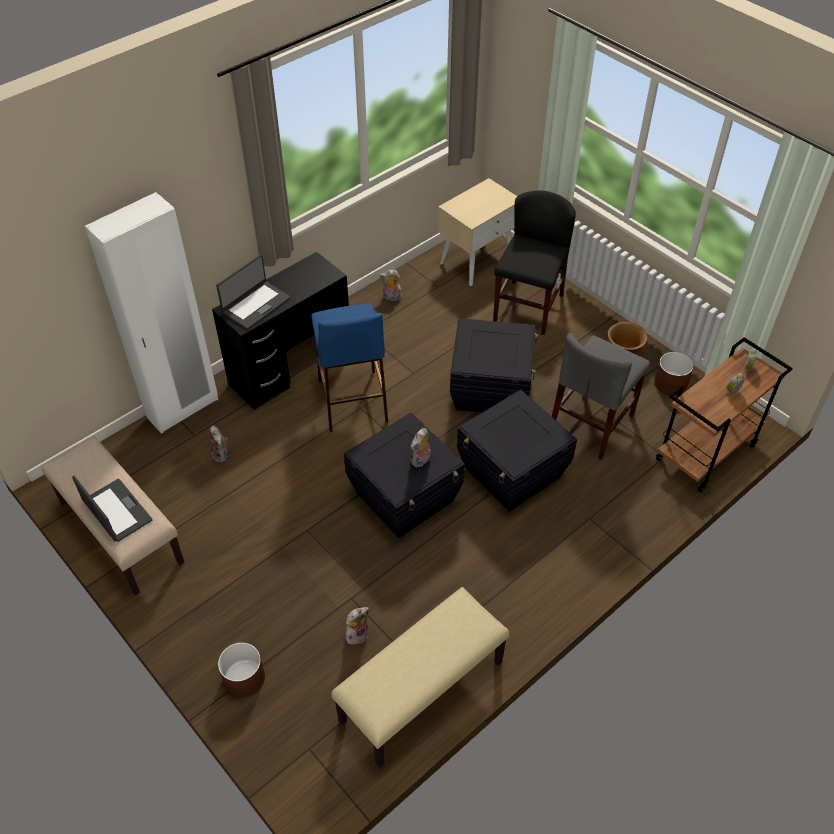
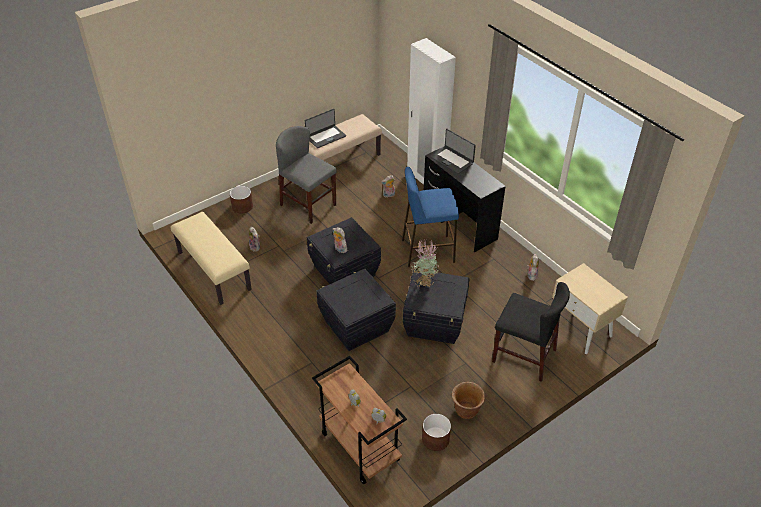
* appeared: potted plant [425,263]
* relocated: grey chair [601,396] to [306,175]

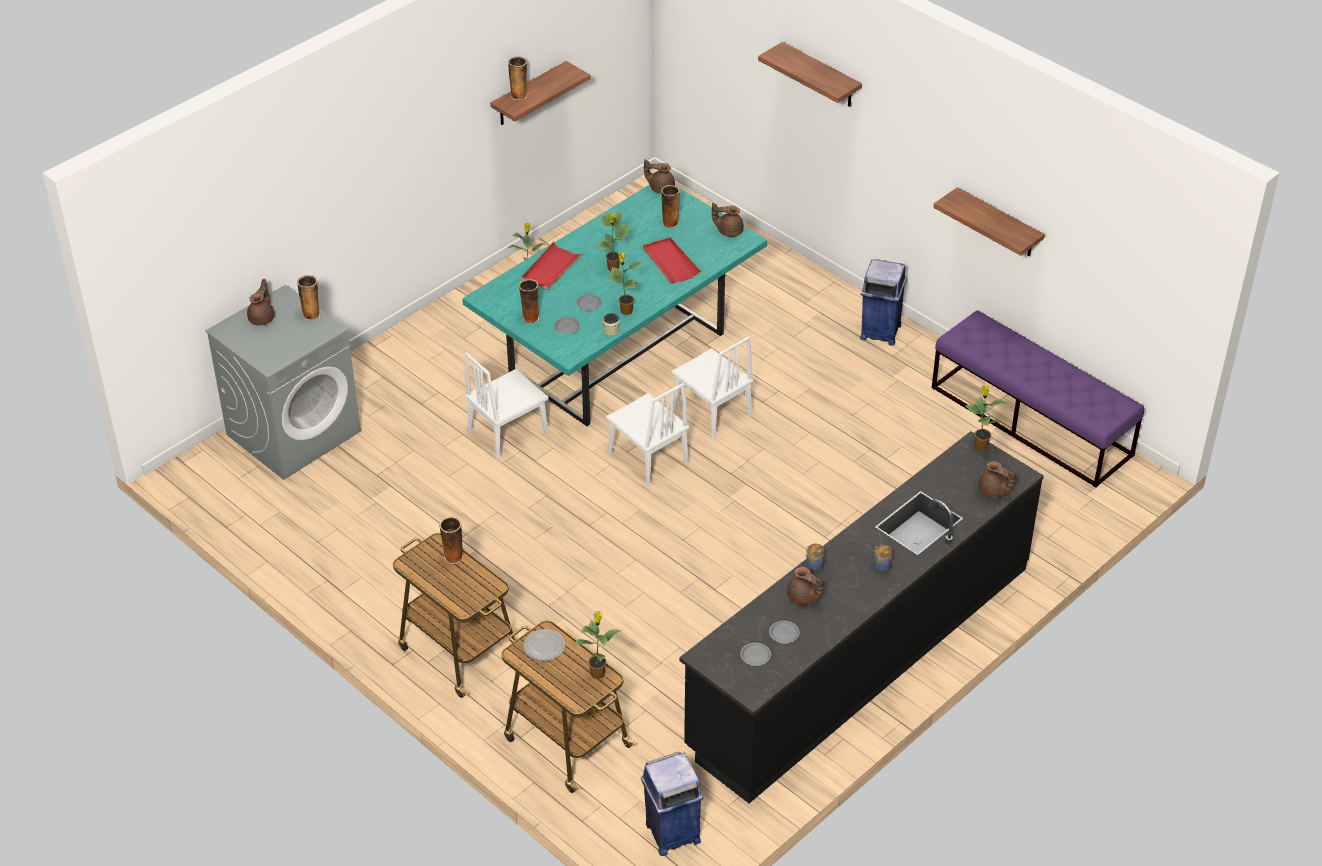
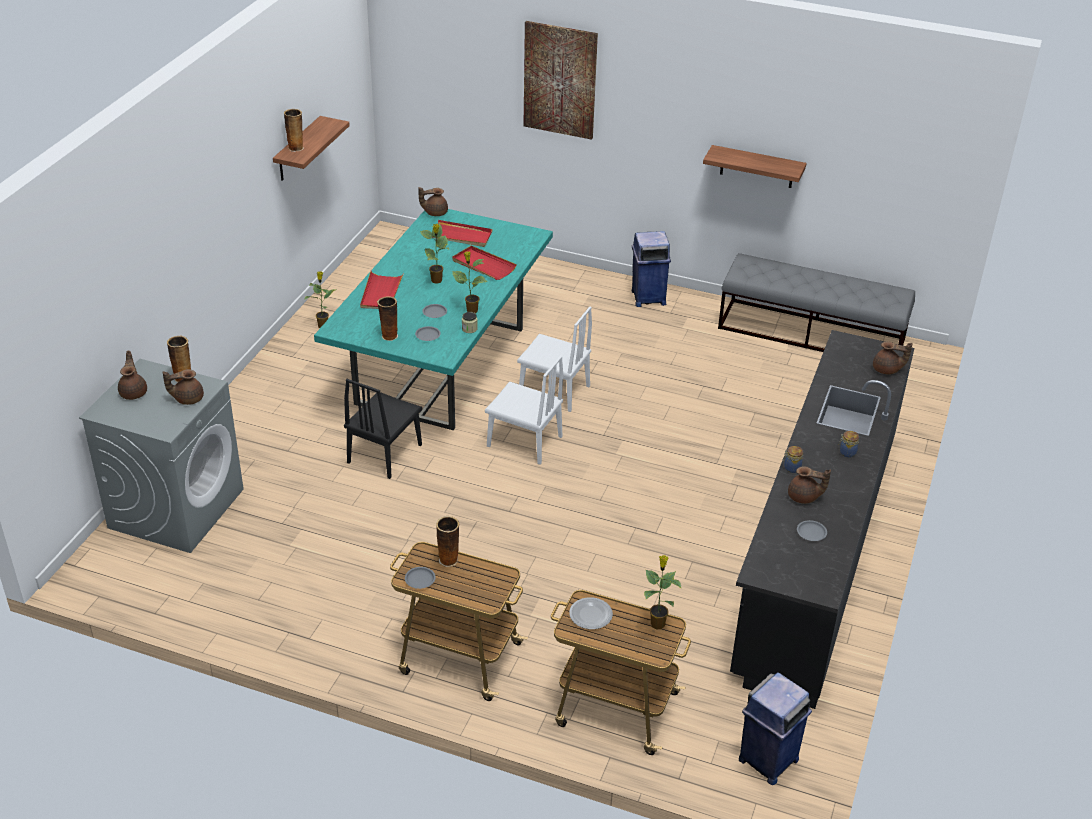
* missing: potted plant [986,418]
* relocated: brown teapot [728,220] to [183,387]
* relocated: grey plate [755,654] to [420,578]
* exchanged: vase [670,206] to red tray [462,233]
* exchanged: shelf [810,74] to picture [560,80]
* colour: white chair [507,406] to black chair [383,429]
* colour: purple bench [1038,399] to grey bench [816,302]

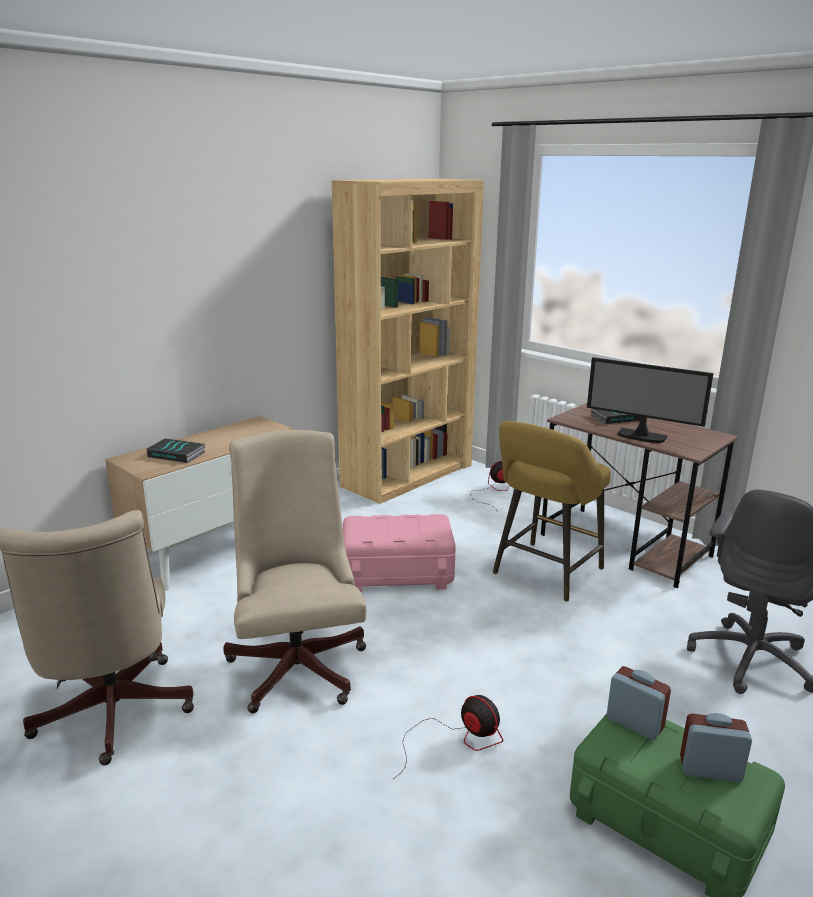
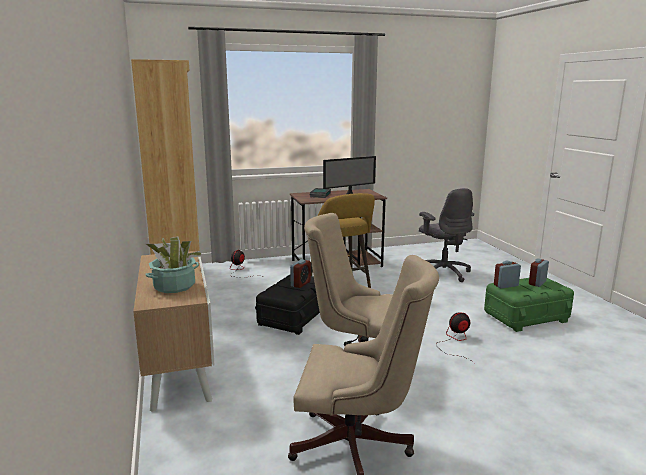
* appeared: alarm clock [300,273]
* exchanged: book [175,450] to potted plant [173,265]
* colour: pink storage box [399,553] to black storage box [287,305]

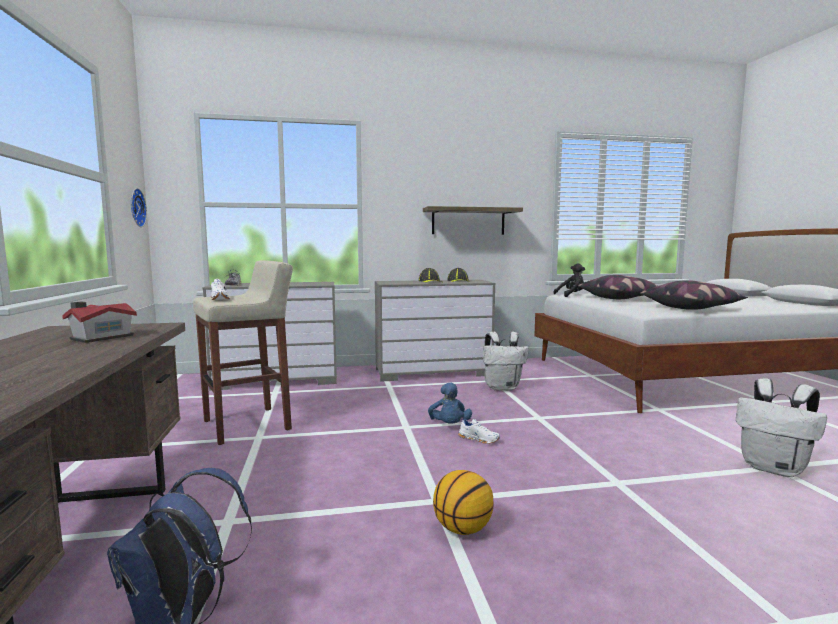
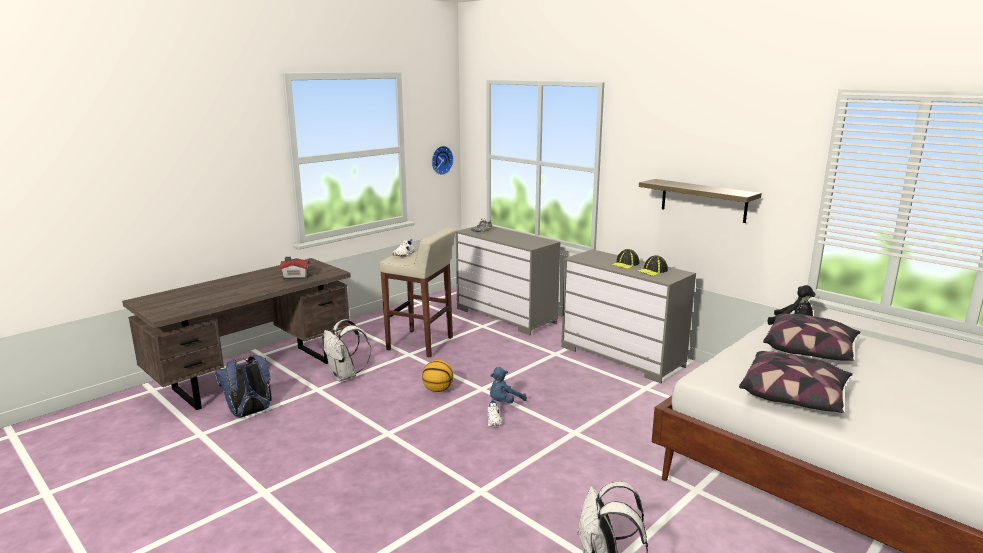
* relocated: basketball [463,502] to [438,376]
* relocated: white backpack [506,361] to [347,350]

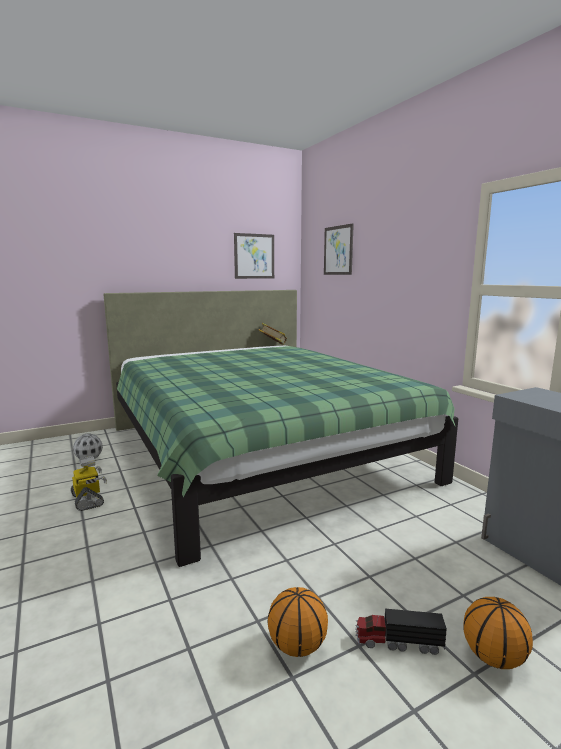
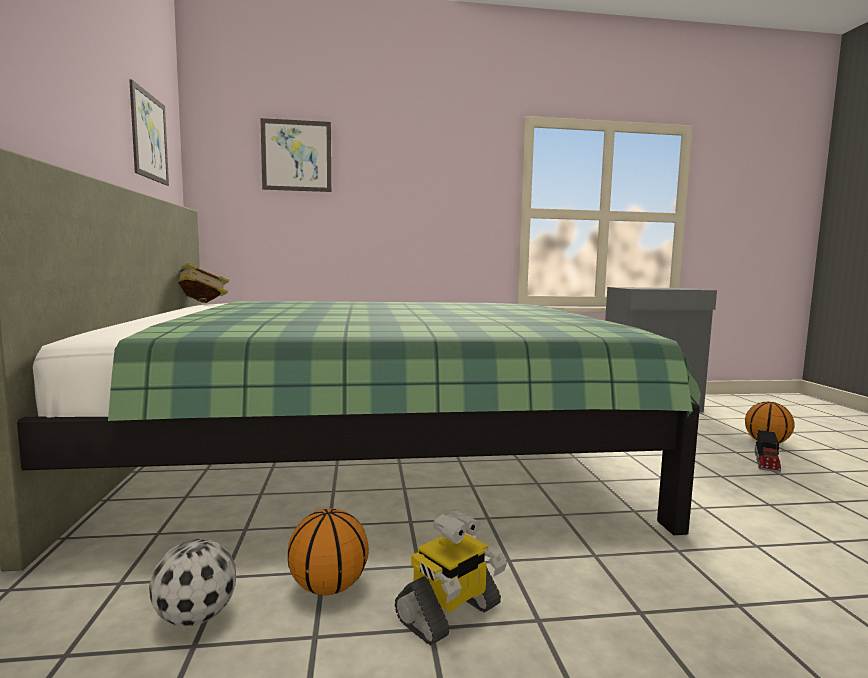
* relocated: basketball [298,622] to [328,552]
* spun: toy robot [89,483] = [451,578] 150 degrees clockwise

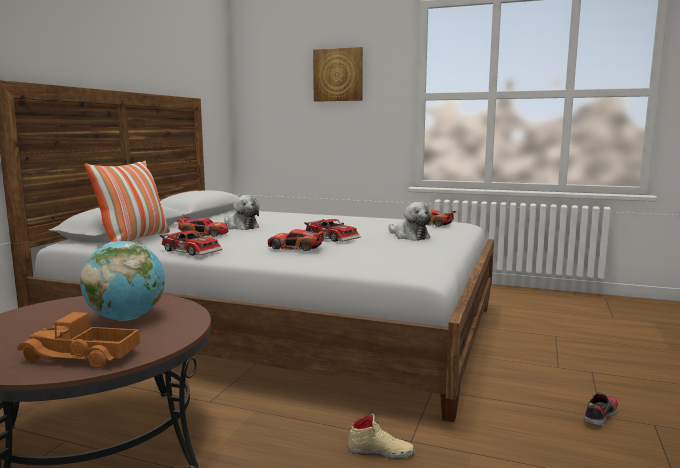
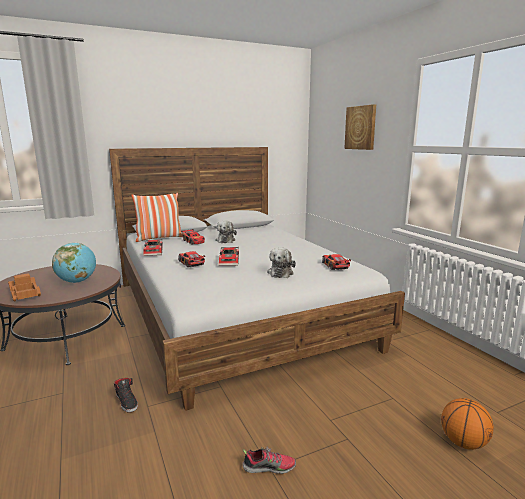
* appeared: basketball [467,424]
* colour: beige shoe [381,436] to black shoe [126,395]

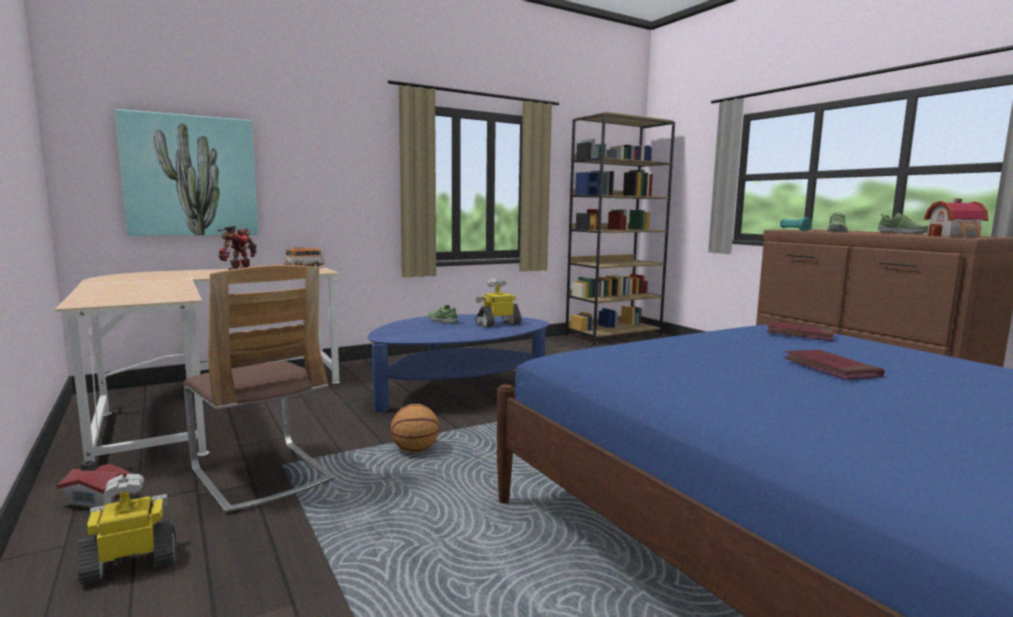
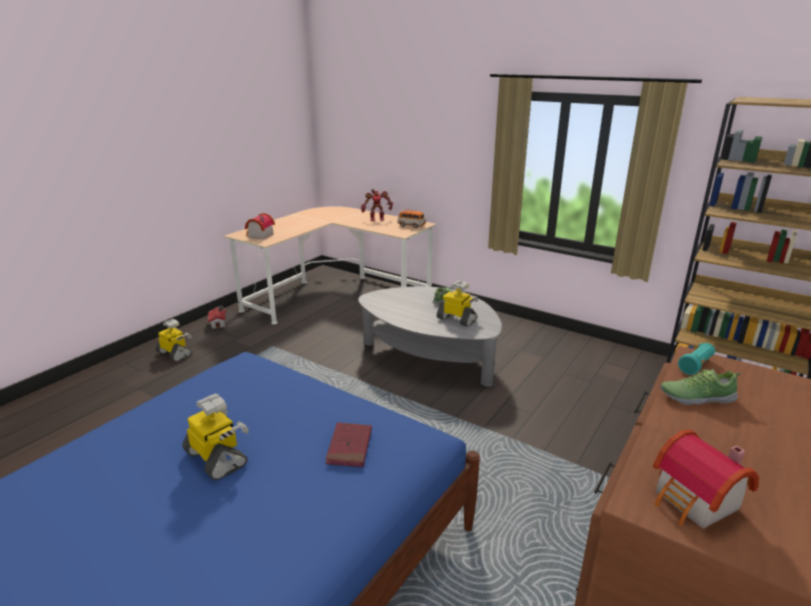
* missing: picture [186,172]
* missing: chair [259,389]
* missing: basketball [415,428]
* missing: shoe [902,223]
* appeared: toy house [260,226]
* exchanged: red book [834,364] to toy robot [215,437]
* colour: blue coffee table [459,363] to grey coffee table [430,336]

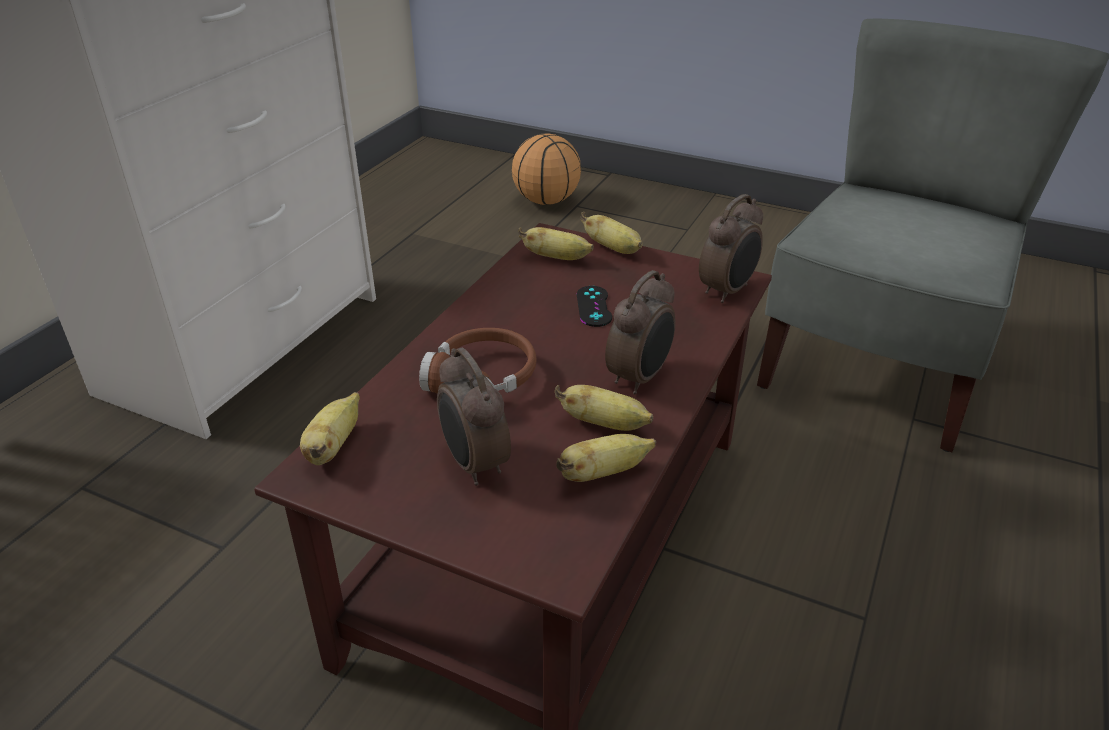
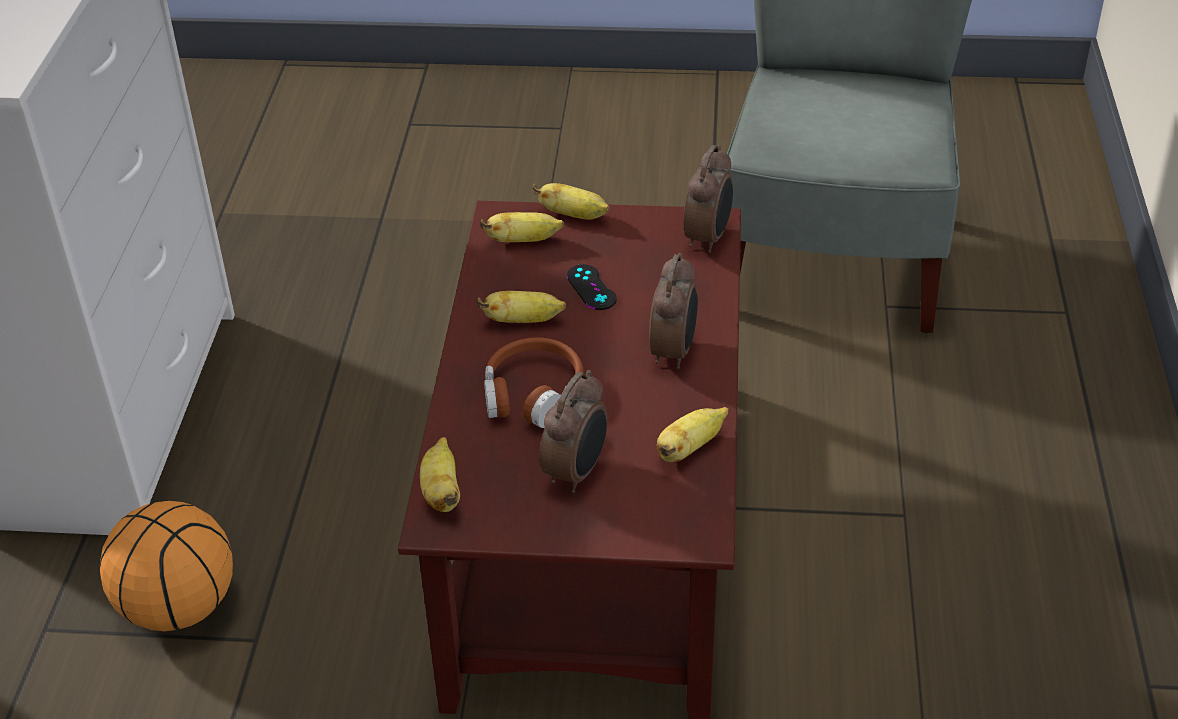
* relocated: basketball [546,169] to [166,566]
* relocated: banana [604,408] to [521,307]
* spun: alarm clock [474,416] = [573,432] 105 degrees counterclockwise

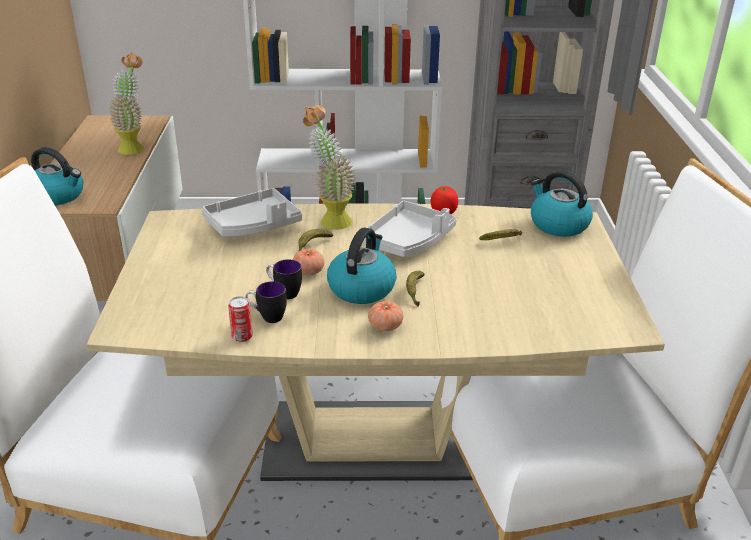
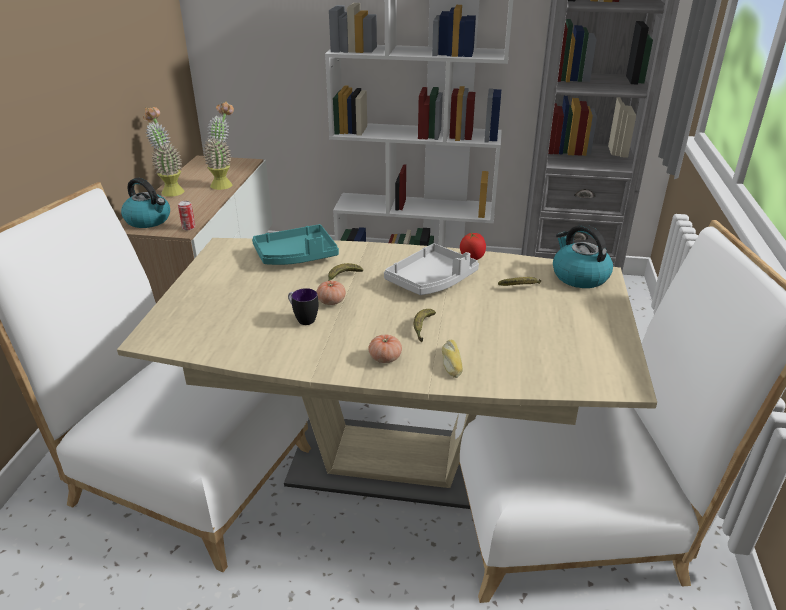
* missing: mug [266,302]
* missing: kettle [361,266]
* appeared: bread [452,359]
* relocated: can [240,319] to [186,215]
* relocated: potted plant [329,167] to [163,152]
* colour: grey tray [252,212] to turquoise tray [295,244]

